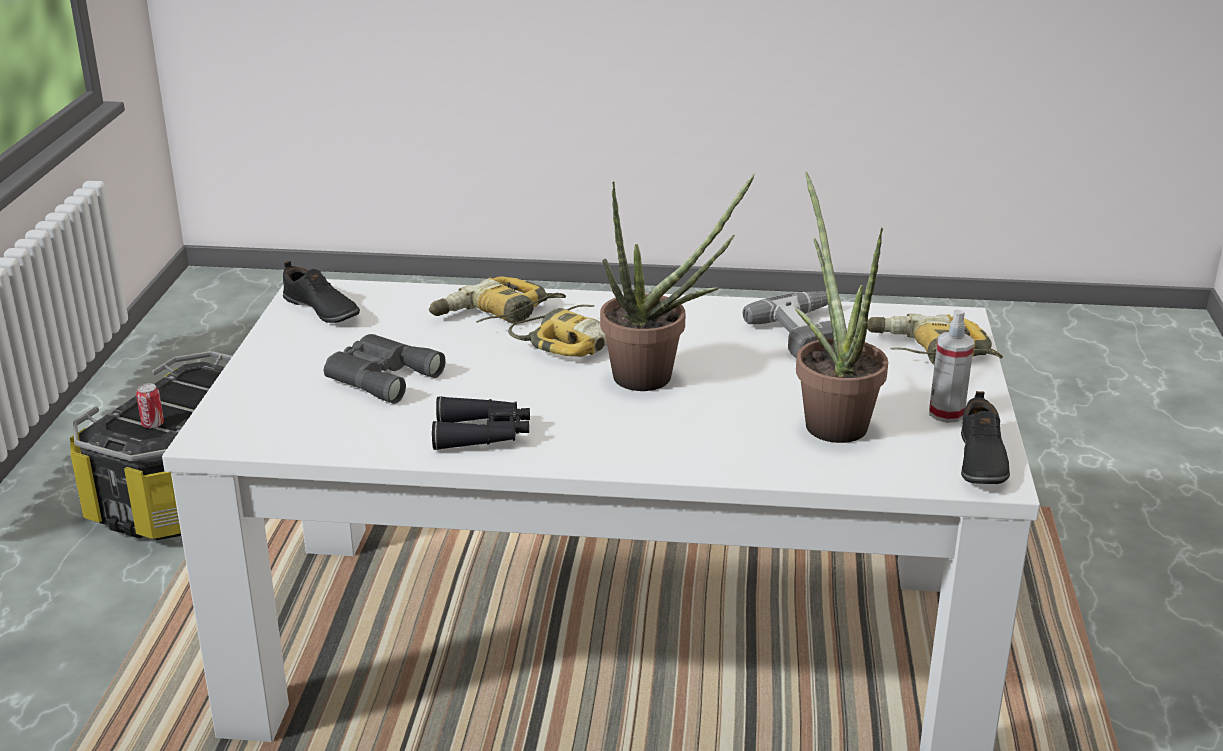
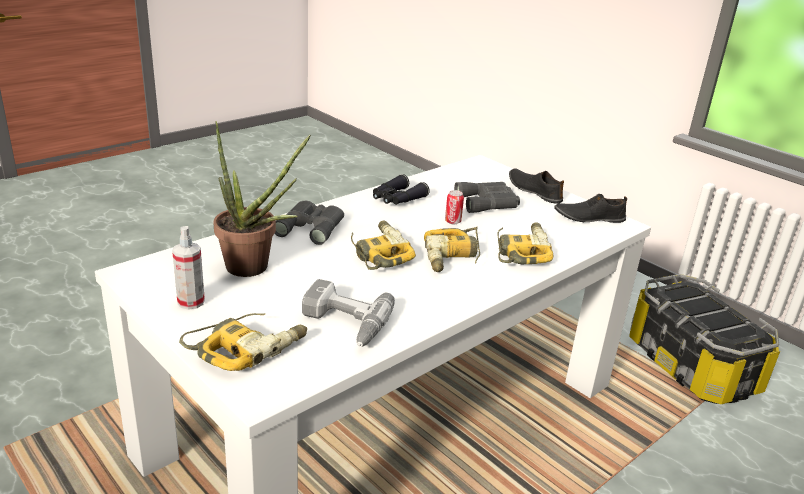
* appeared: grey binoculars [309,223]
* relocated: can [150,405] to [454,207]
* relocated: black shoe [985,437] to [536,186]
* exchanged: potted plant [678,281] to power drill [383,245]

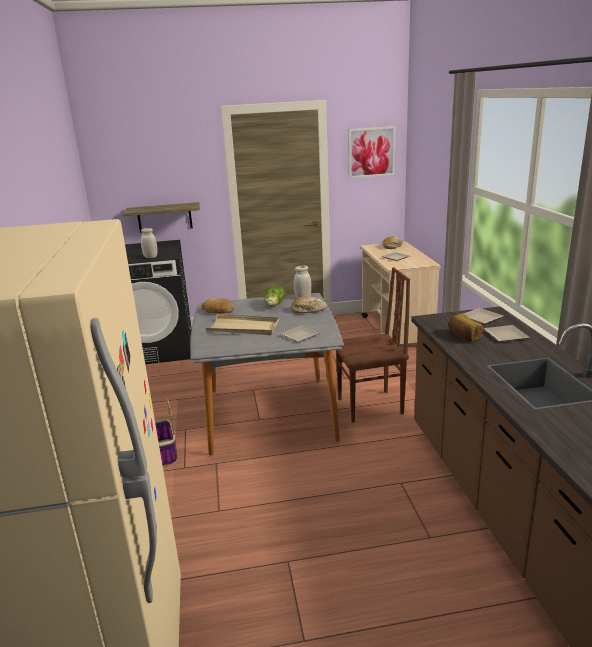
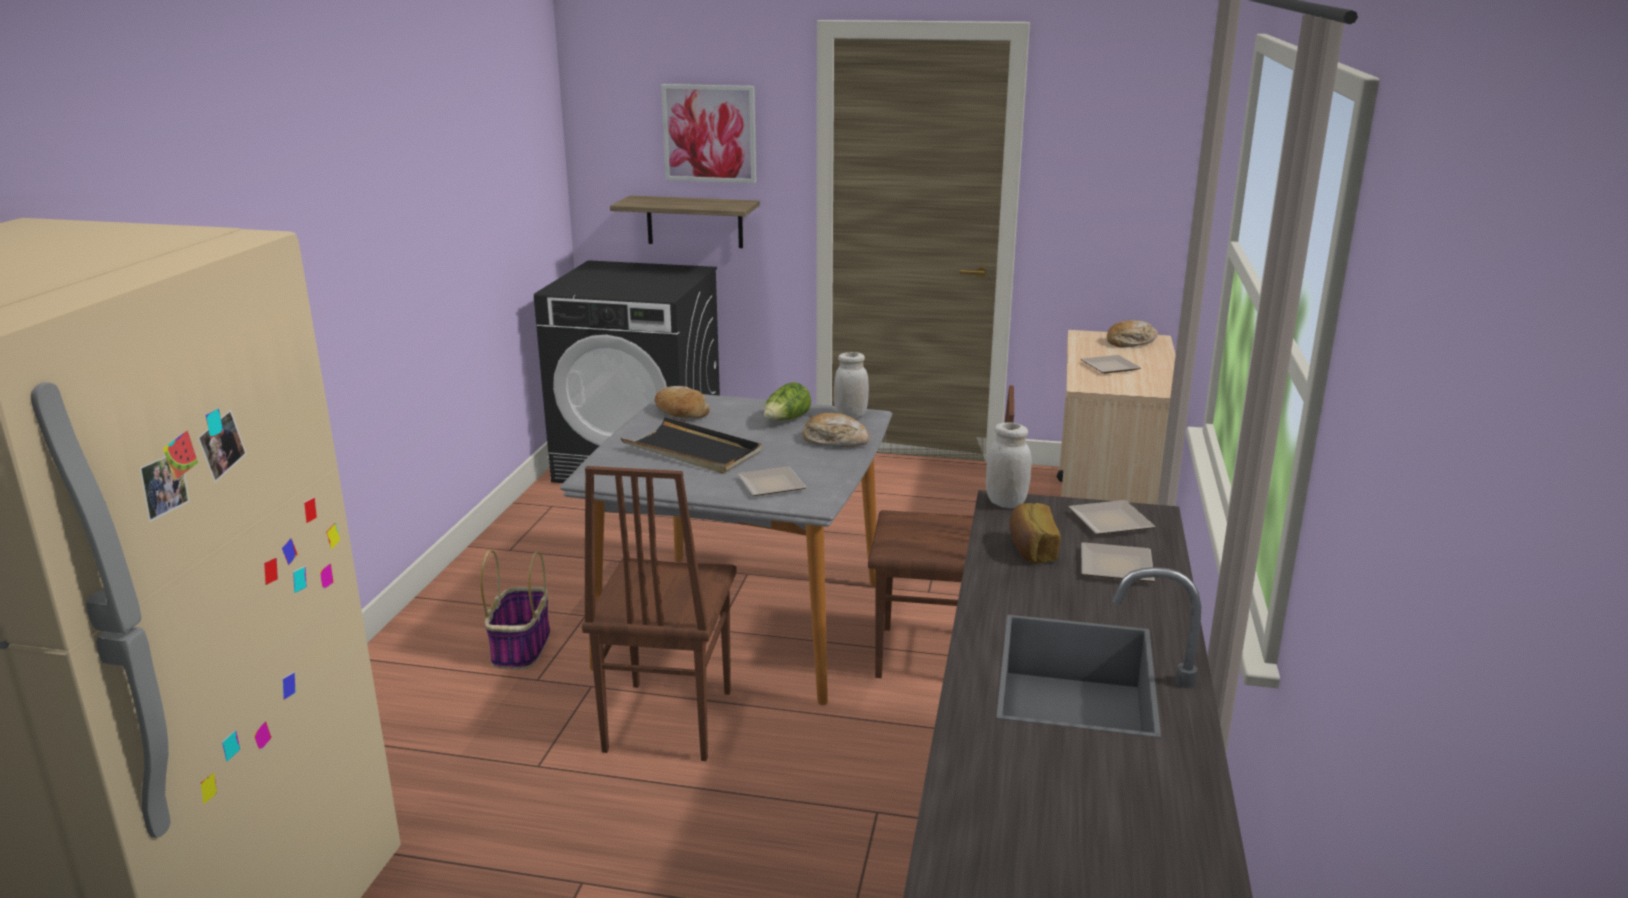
* appeared: brown chair [659,613]
* relocated: white jar [149,243] to [1009,465]
* relocated: picture [371,152] to [708,133]
* colour: beige tray [242,324] to black tray [691,445]

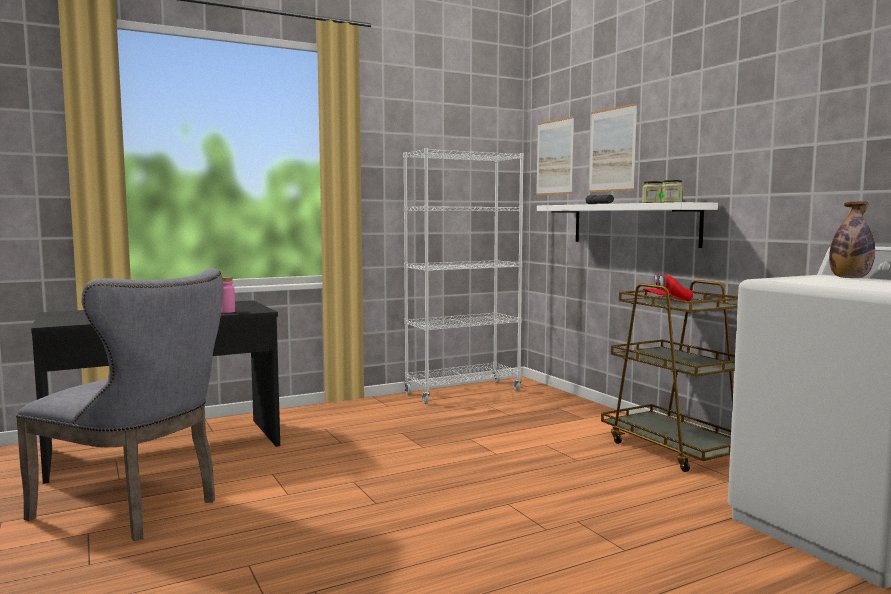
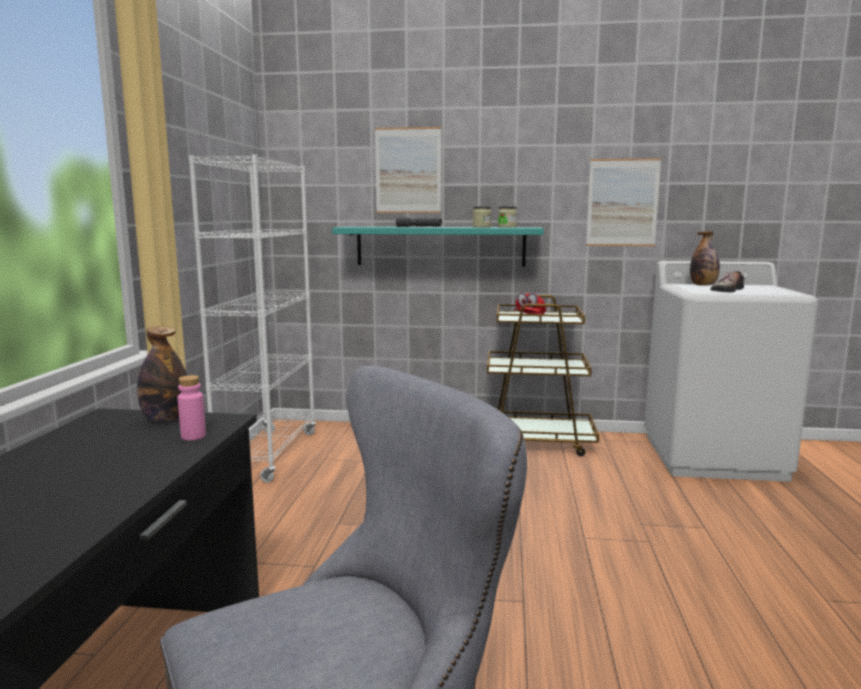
* appeared: bottle [162,374]
* appeared: shoe [727,281]
* relocated: picture [555,155] to [623,202]
* colour: white shelf [627,225] to turquoise shelf [438,247]

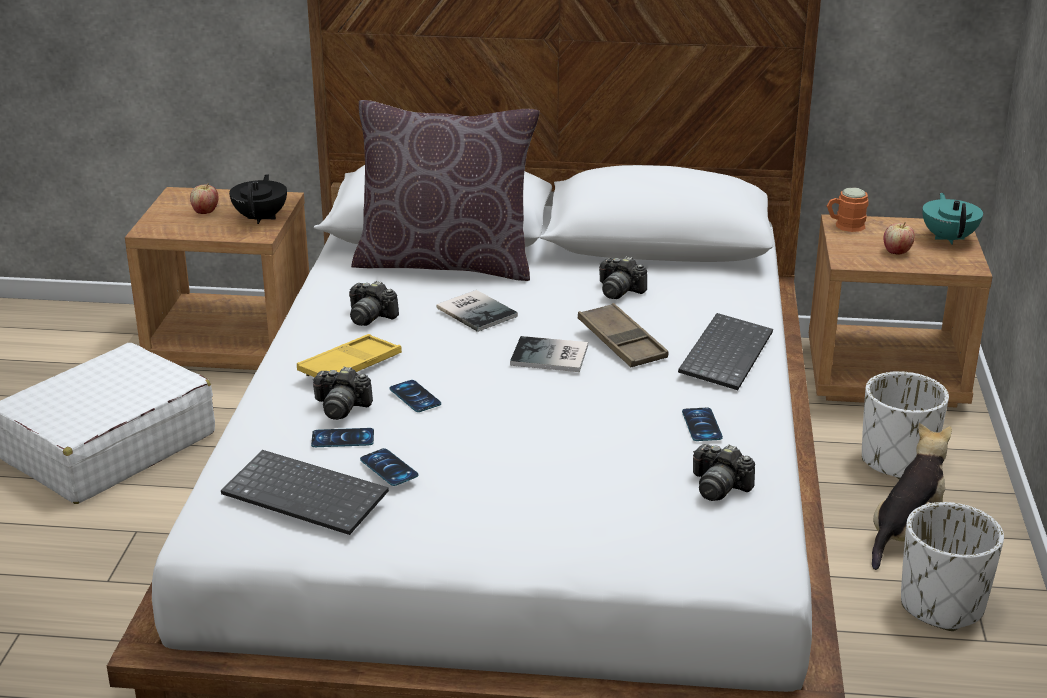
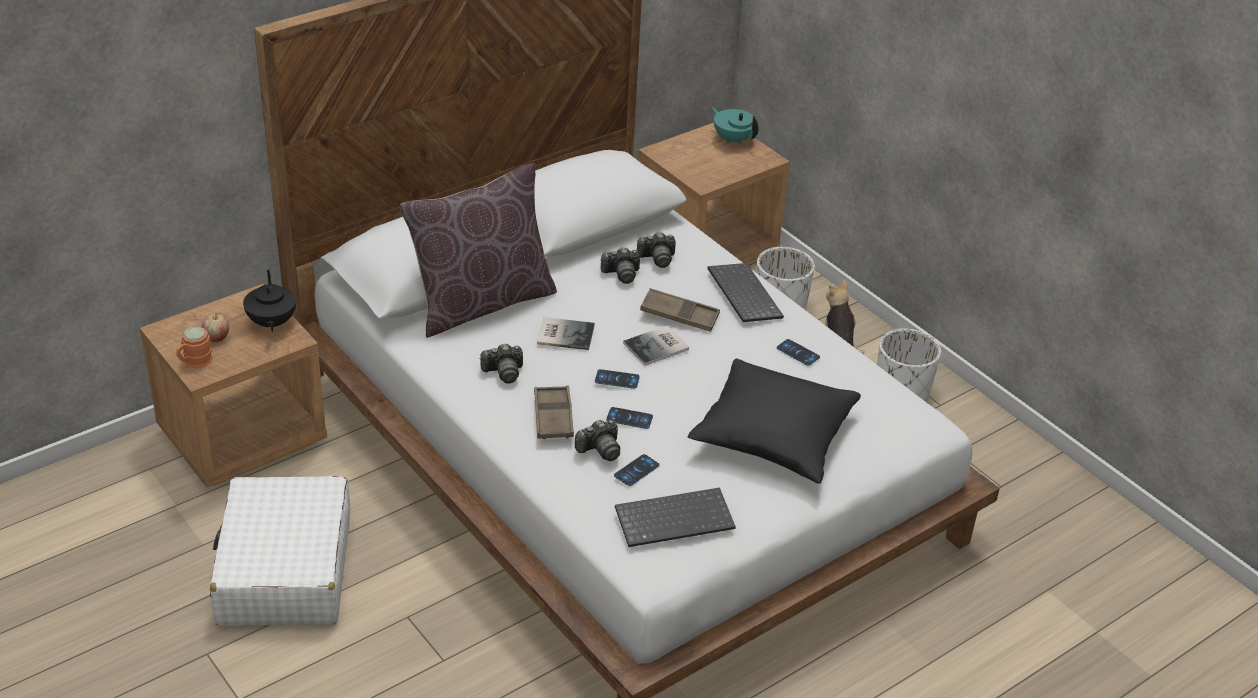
* missing: apple [899,238]
* appeared: black pillow [774,421]
* relocated: phone [389,467] to [617,379]
* relocated: photo camera [724,472] to [656,250]
* relocated: orange mug [848,209] to [194,347]
* colour: yellow tray [349,355] to brown tray [554,412]
* spun: black teapot [258,199] = [269,300] 150 degrees counterclockwise

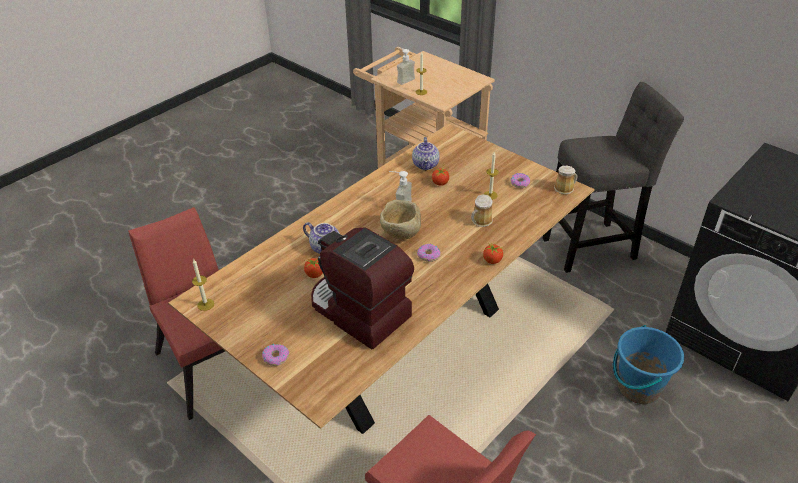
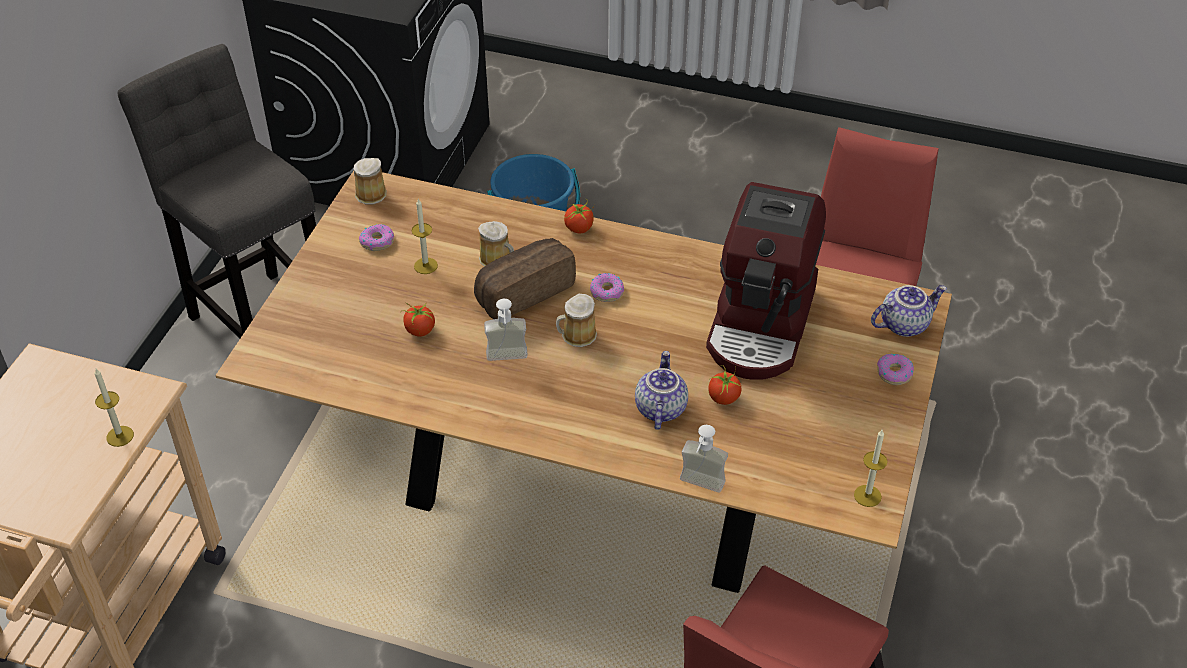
* appeared: bread [525,278]
* relocated: soap dispenser [406,66] to [704,459]
* relocated: teapot [426,153] to [909,311]
* exchanged: beige bowl [400,219] to mug [576,320]

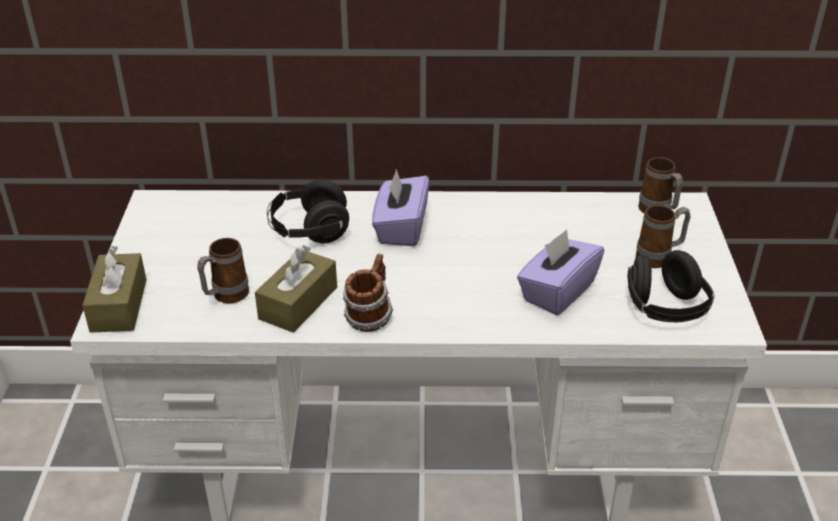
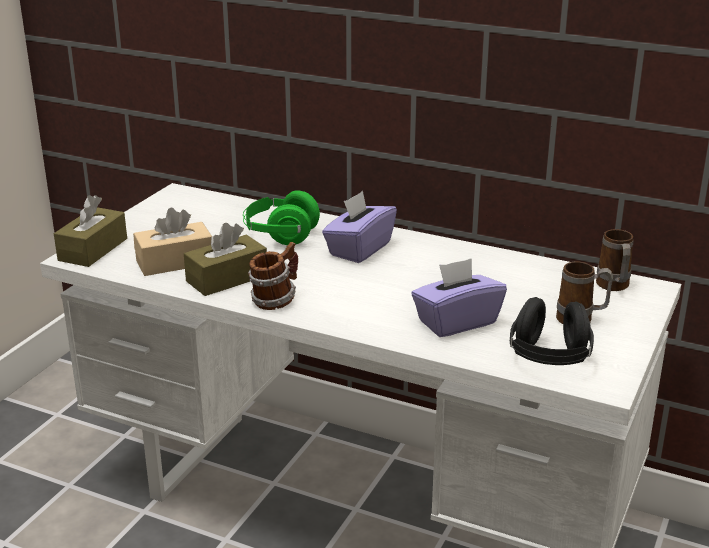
* exchanged: mug [223,271] to beige tissue box [172,242]
* colour: black headphones [308,211] to green headphones [281,217]

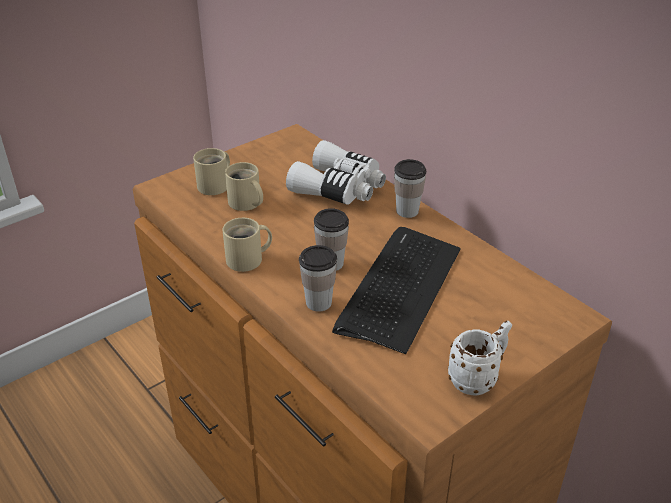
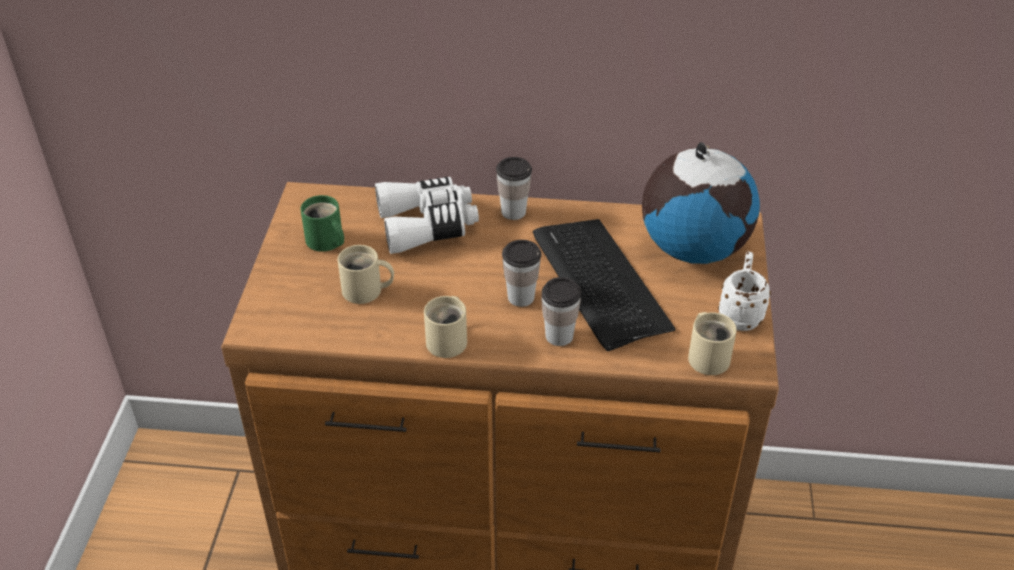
* appeared: green mug [322,223]
* appeared: globe [701,203]
* relocated: beige mug [211,171] to [712,343]

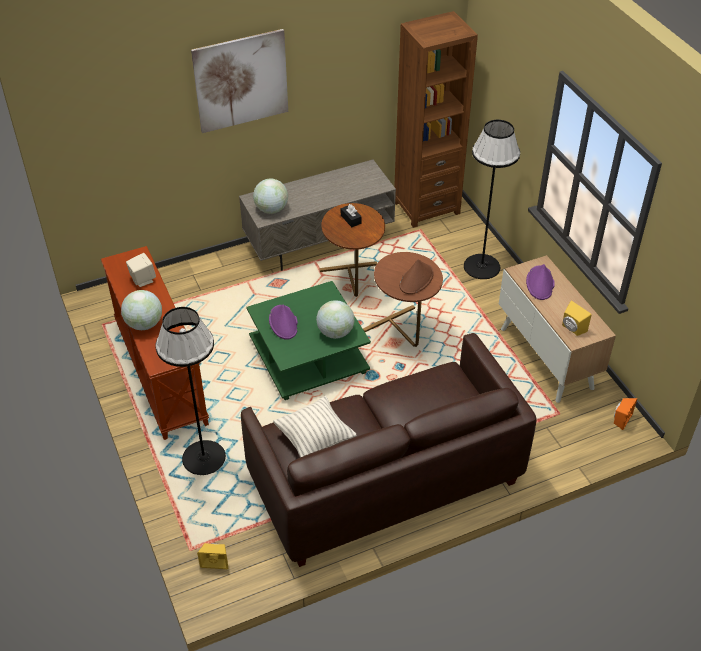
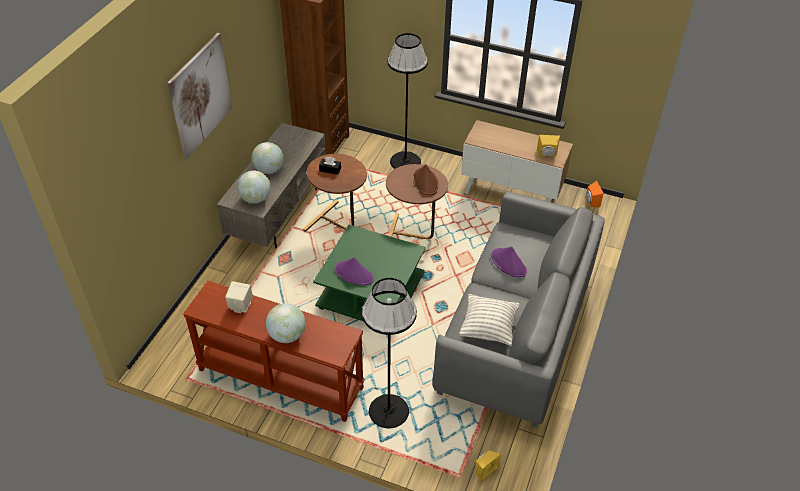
* relocated: globe [335,319] to [267,158]
* relocated: purple hat [540,282] to [509,262]
* colour: brown sofa [389,450] to grey sofa [518,309]

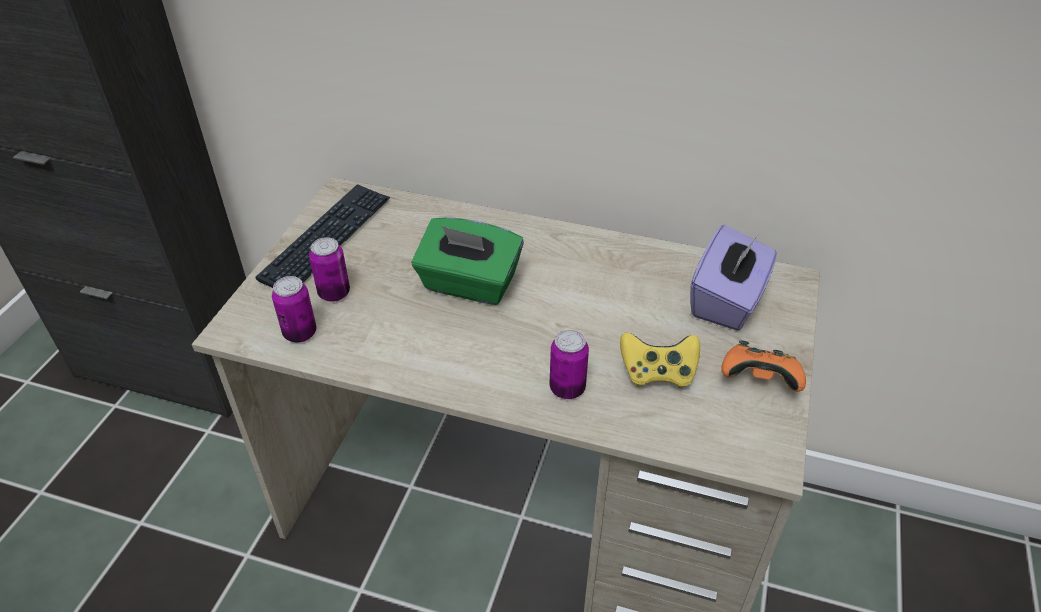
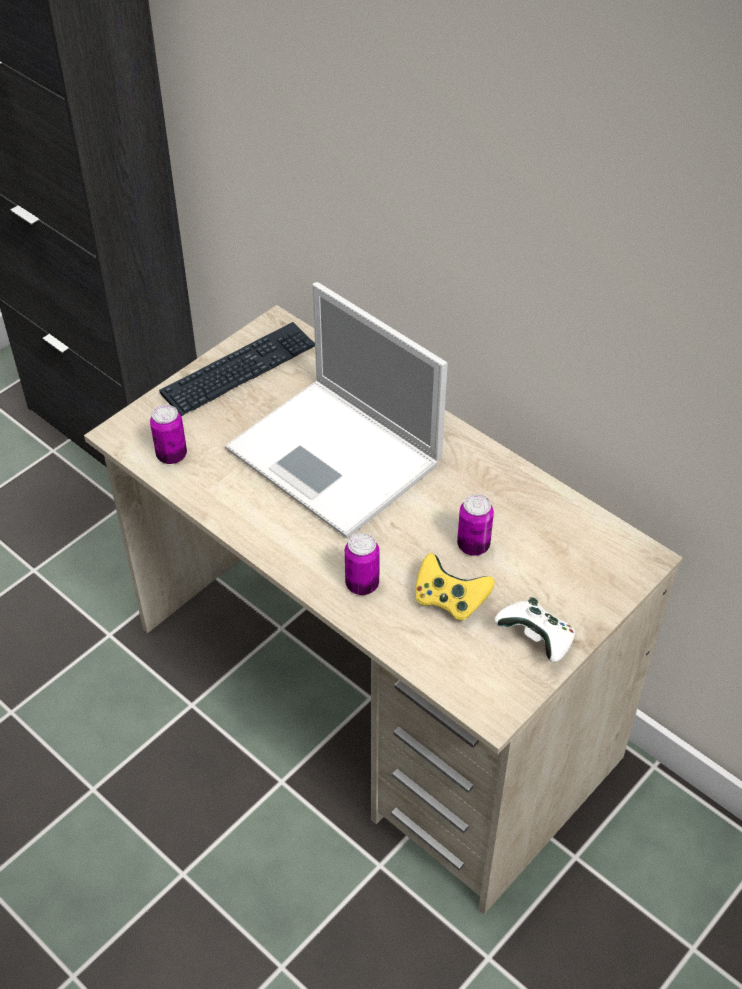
* missing: purple tissue box [733,278]
* relocated: can [329,269] to [475,525]
* exchanged: green tissue box [468,261] to laptop [336,410]
* colour: orange game controller [763,366] to white game controller [534,629]

